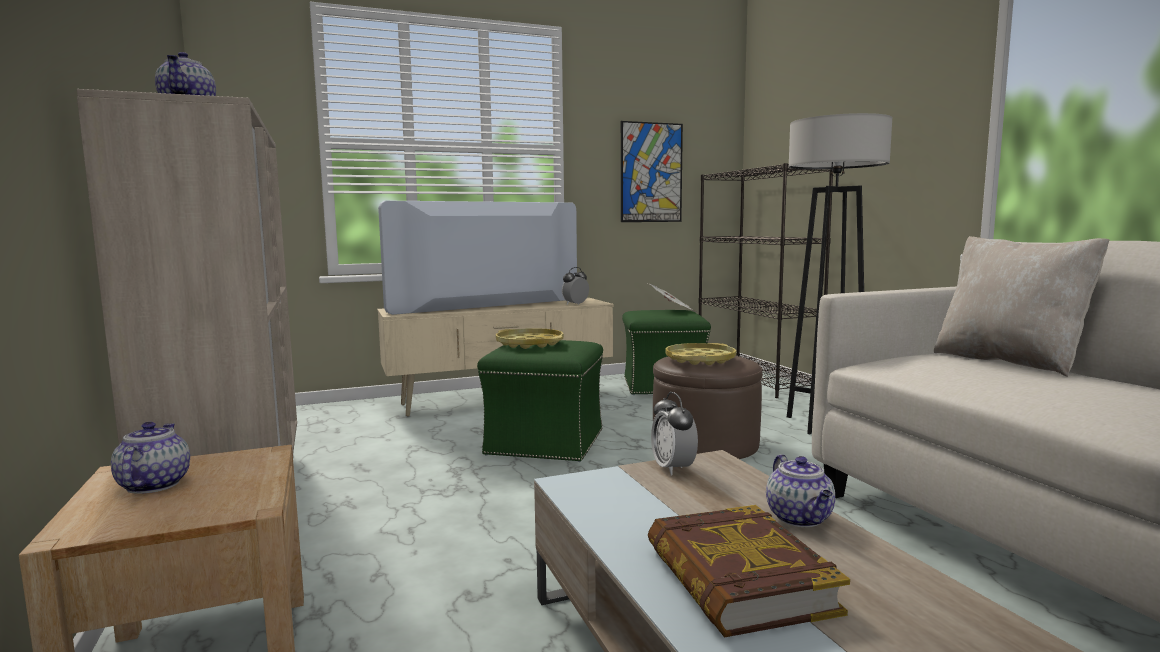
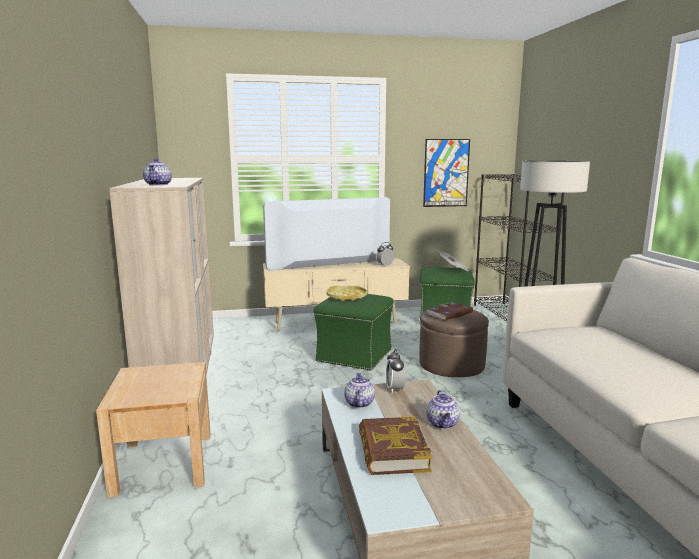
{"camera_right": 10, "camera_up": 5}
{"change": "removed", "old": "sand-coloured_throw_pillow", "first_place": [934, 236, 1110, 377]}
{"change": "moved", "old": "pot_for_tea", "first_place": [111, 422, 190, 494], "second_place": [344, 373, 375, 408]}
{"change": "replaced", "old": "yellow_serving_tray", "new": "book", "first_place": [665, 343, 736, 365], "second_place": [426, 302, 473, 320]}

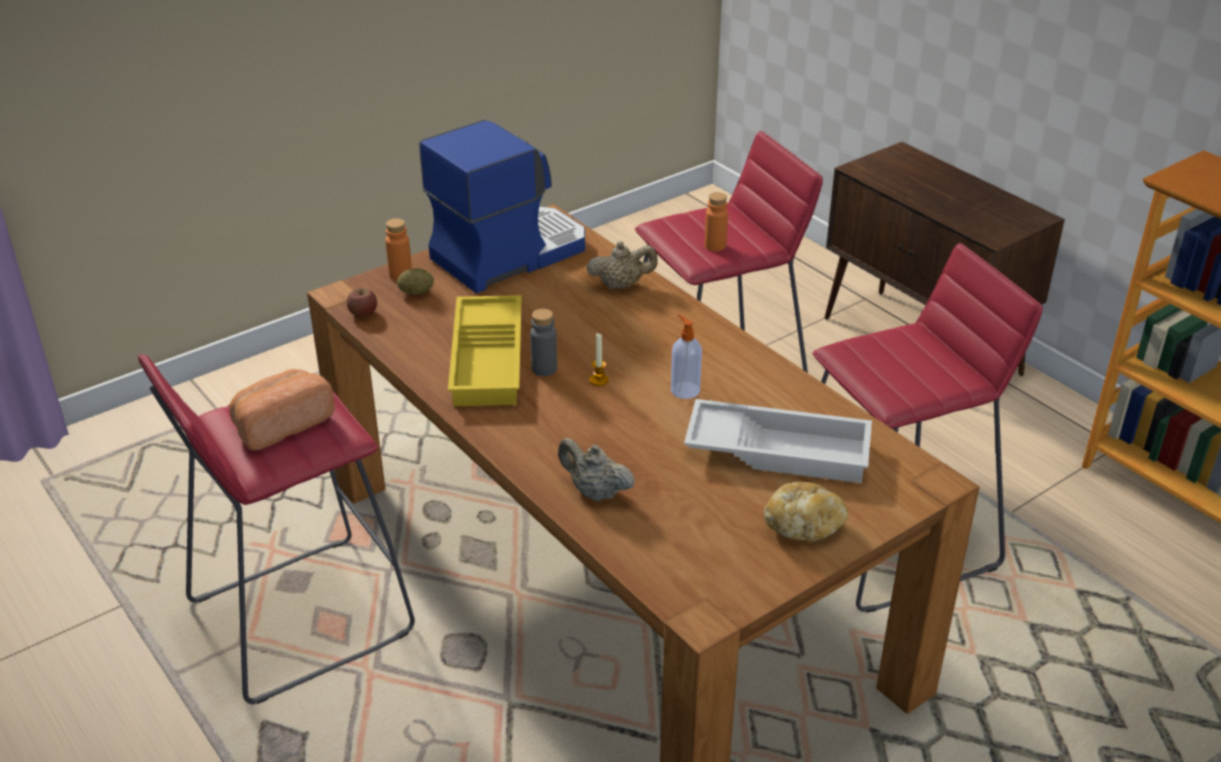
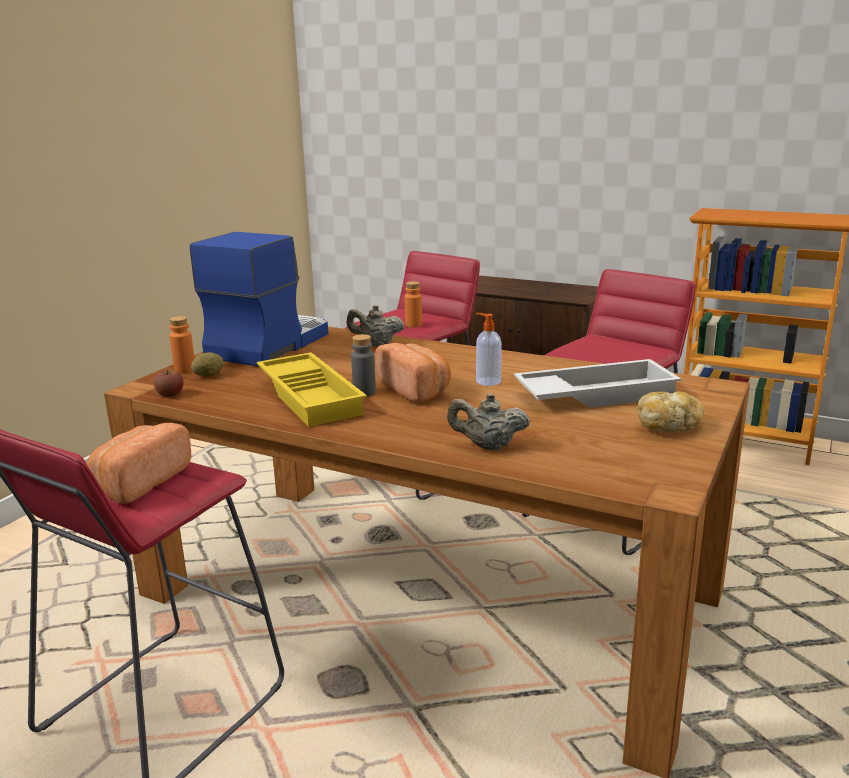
{"camera_right": -25, "camera_up": -15}
{"change": "replaced", "old": "wax_light", "new": "bread", "first_place": [589, 333, 609, 386], "second_place": [375, 343, 451, 403]}
{"change": "turned", "old": "sand-coloured_pot_for_tea", "first_place": [587, 241, 658, 289], "second_place": [347, 305, 404, 346], "degrees": -135}

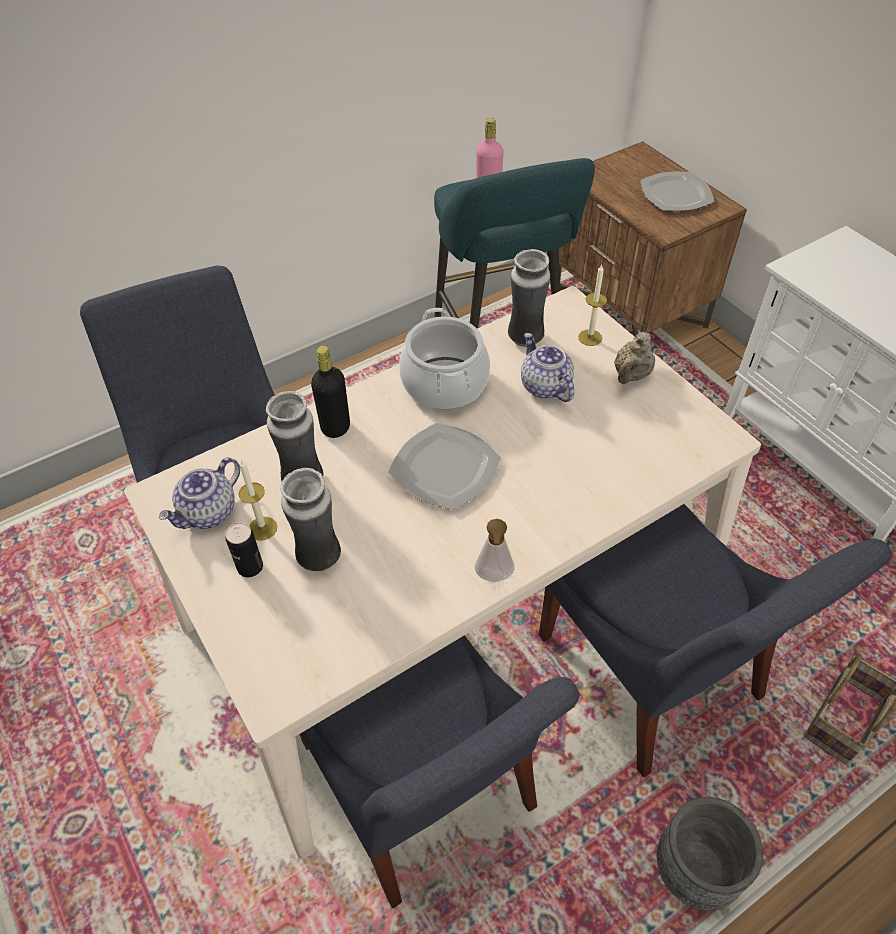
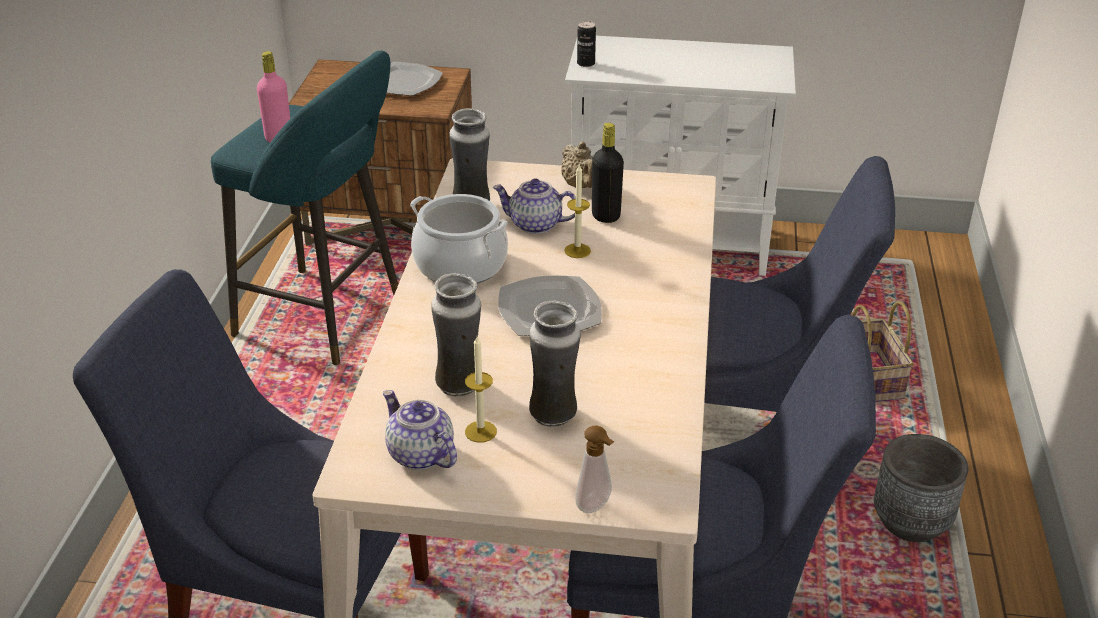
{"camera_right": -50, "camera_up": -15}
{"change": "moved", "old": "sealed_can", "first_place": [225, 522, 263, 577], "second_place": [577, 21, 596, 67]}
{"change": "moved", "old": "black_bottle", "first_place": [311, 346, 350, 438], "second_place": [592, 123, 624, 223]}
{"change": "moved", "old": "soap_bottle", "first_place": [475, 519, 515, 582], "second_place": [575, 426, 614, 513]}
{"change": "moved", "old": "wax_light", "first_place": [578, 265, 607, 346], "second_place": [564, 165, 591, 258]}
{"change": "turned", "old": "pot_for_tea", "first_place": [159, 457, 240, 529], "second_place": [383, 390, 457, 470], "degrees": 150}

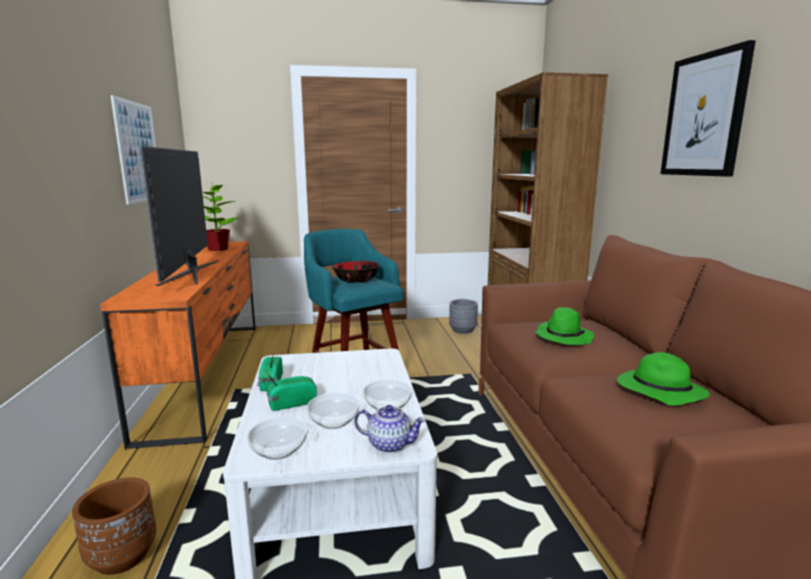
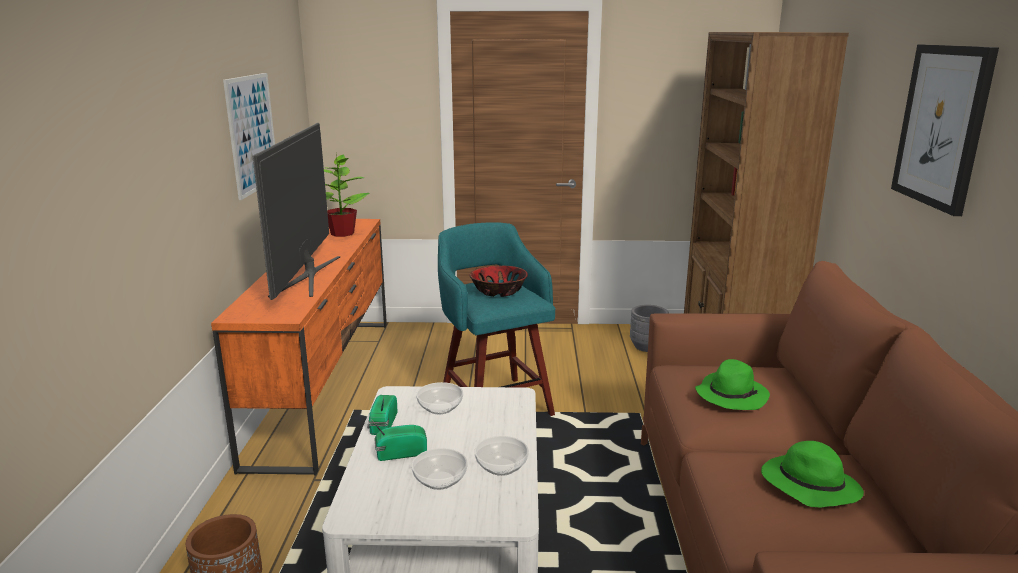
{"camera_right": 10, "camera_up": 5}
{"change": "removed", "old": "pot_for_tea", "first_place": [354, 405, 426, 453]}
{"change": "moved", "old": "serving_bowl", "first_place": [247, 417, 307, 460], "second_place": [416, 382, 463, 414]}

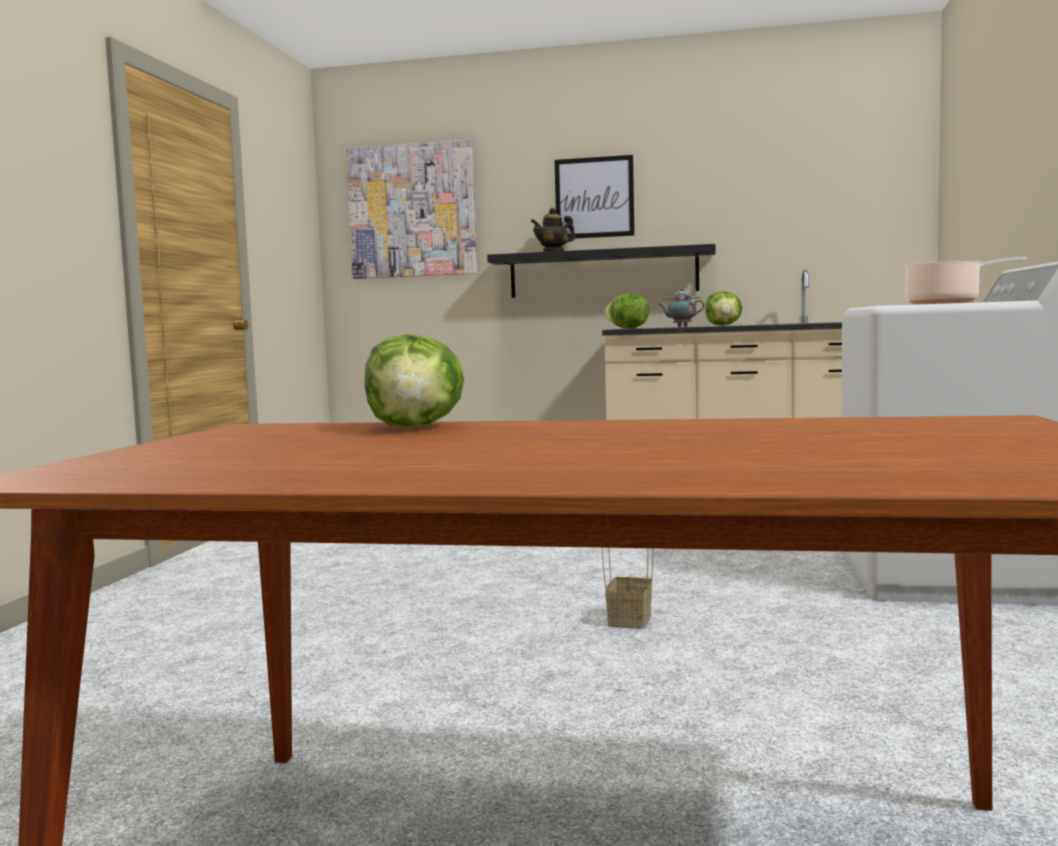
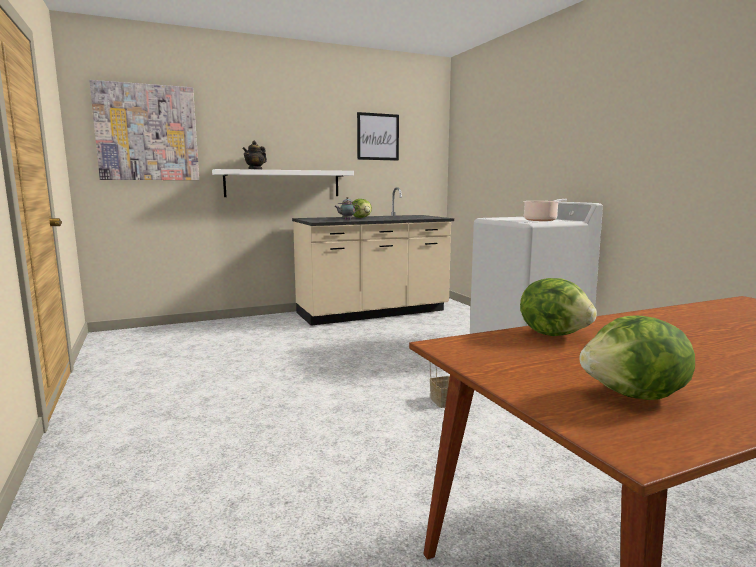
{"camera_right": -35, "camera_up": 5}
{"change": "moved", "old": "wall_picture", "first_place": [555, 155, 635, 239], "second_place": [357, 112, 399, 161]}
{"change": "moved", "old": "lettuce", "first_place": [605, 293, 649, 329], "second_place": [580, 315, 695, 400]}
{"change": "recoloured", "old": "black_bracket_shelf", "new": "white-coloured_bracket_shelf", "first_place": [487, 244, 716, 298], "second_place": [212, 169, 354, 197]}

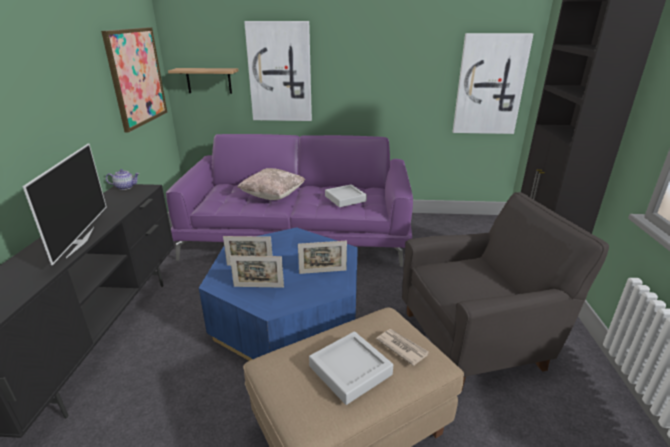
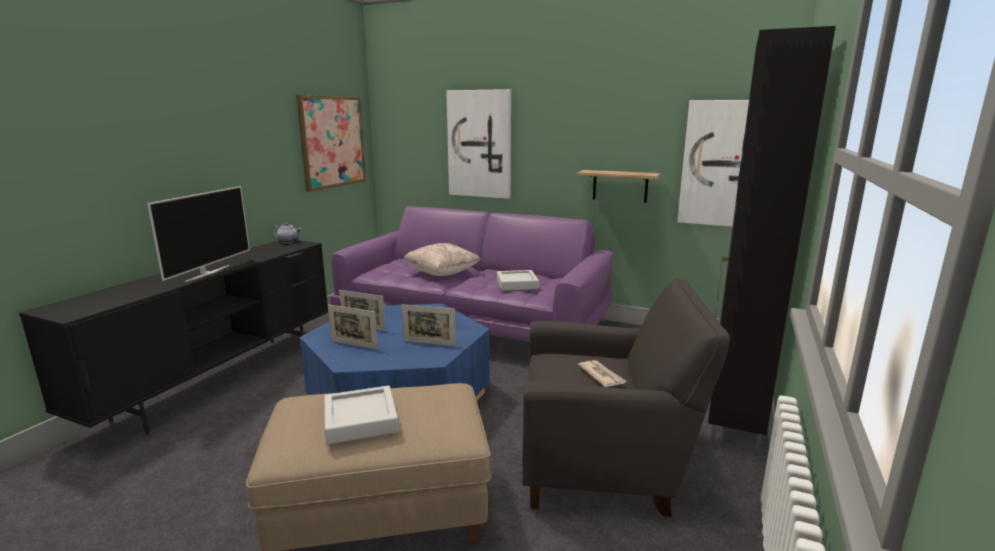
{"camera_right": 20, "camera_up": -10}
{"change": "moved", "old": "bracket_shelf", "first_place": [168, 68, 238, 94], "second_place": [577, 170, 661, 203]}
{"change": "moved", "old": "printed_paper", "first_place": [376, 329, 428, 366], "second_place": [578, 360, 627, 387]}

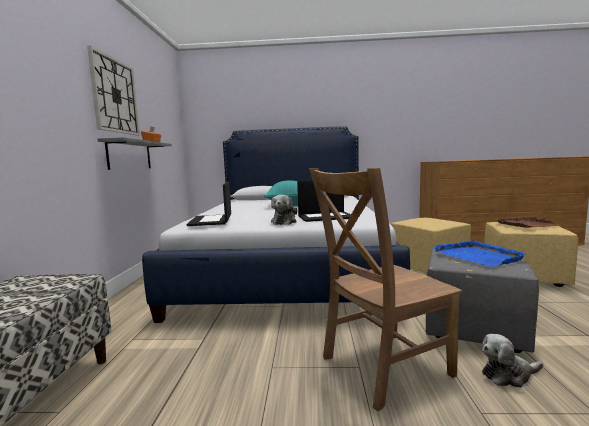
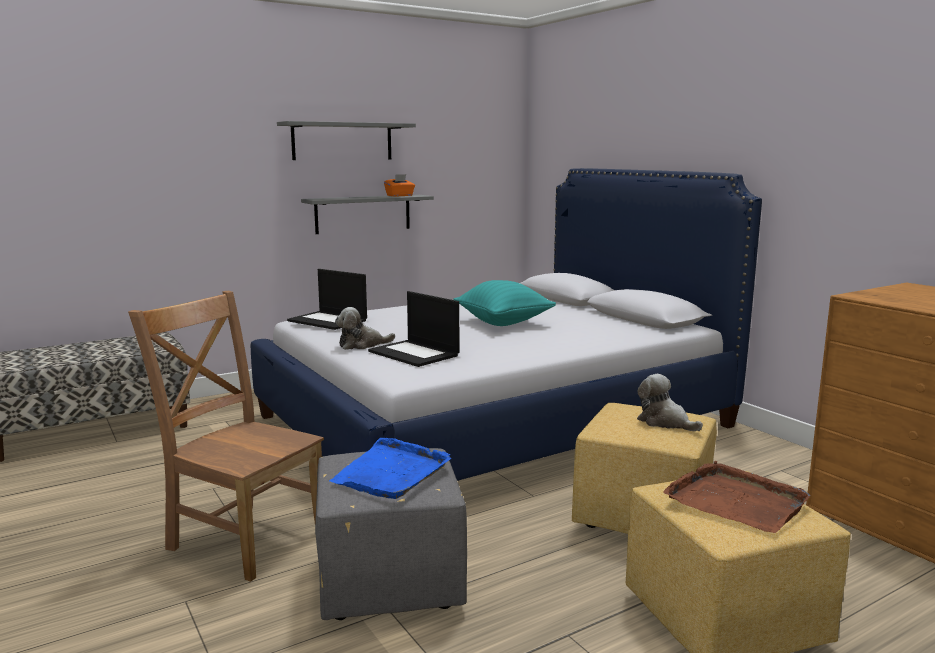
{"camera_right": 55, "camera_up": 5}
{"change": "moved", "old": "soft_toy", "first_place": [482, 334, 543, 388], "second_place": [637, 374, 703, 431]}
{"change": "replaced", "old": "clock_on_the_wall", "new": "grey_bracket_shelf", "first_place": [87, 46, 140, 135], "second_place": [277, 121, 416, 160]}
{"change": "turned", "old": "portable_computer", "first_place": [187, 182, 231, 226], "second_place": [287, 269, 367, 330], "degrees": -105}

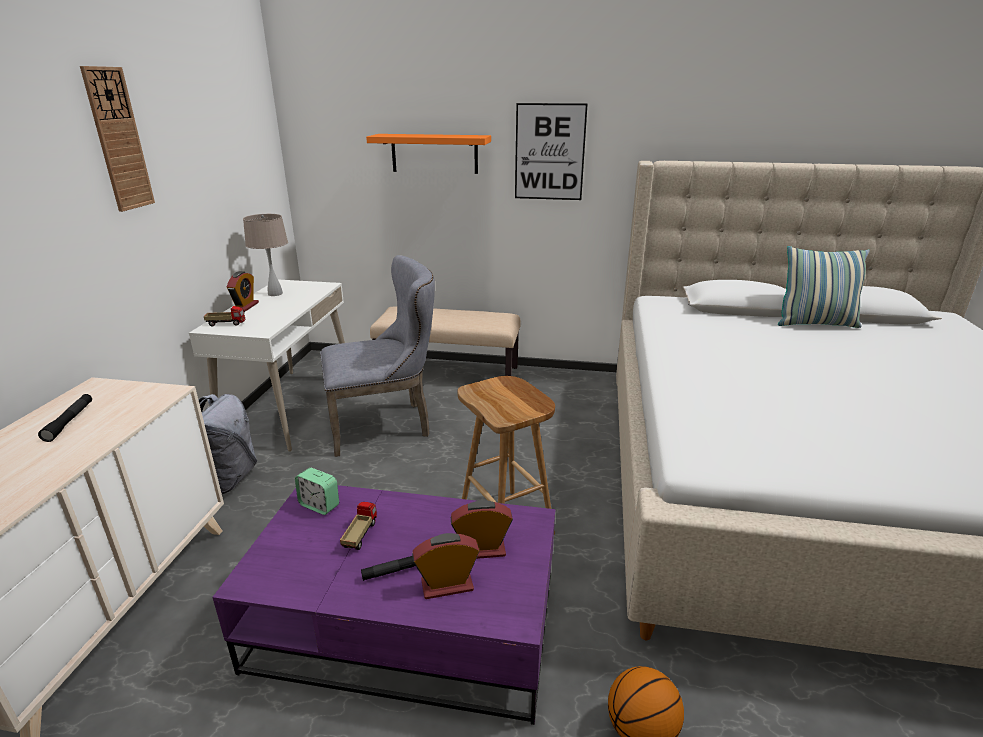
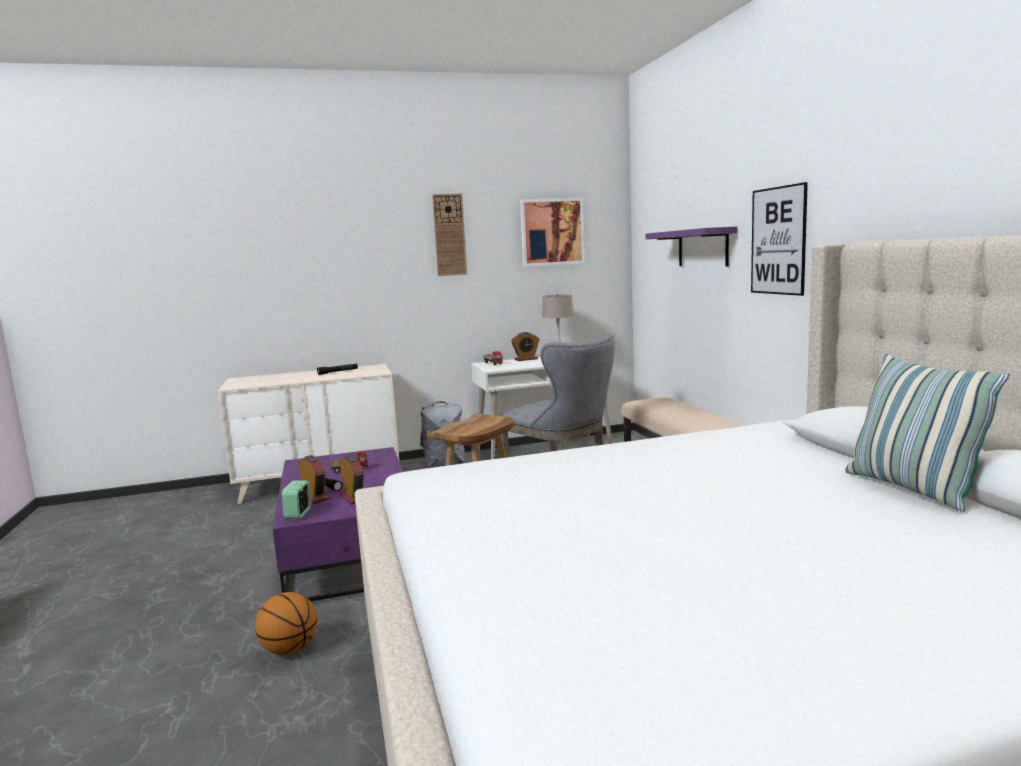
{"camera_right": 65, "camera_up": -15}
{"change": "added", "new": "wall_picture", "second_place": [520, 198, 585, 267]}
{"change": "moved", "old": "bedside_clock", "first_place": [295, 468, 339, 515], "second_place": [282, 480, 311, 519]}
{"change": "recoloured", "old": "orange-coloured_bracket_shelf", "new": "purple-coloured_bracket_shelf", "first_place": [366, 134, 491, 174], "second_place": [645, 227, 737, 267]}

